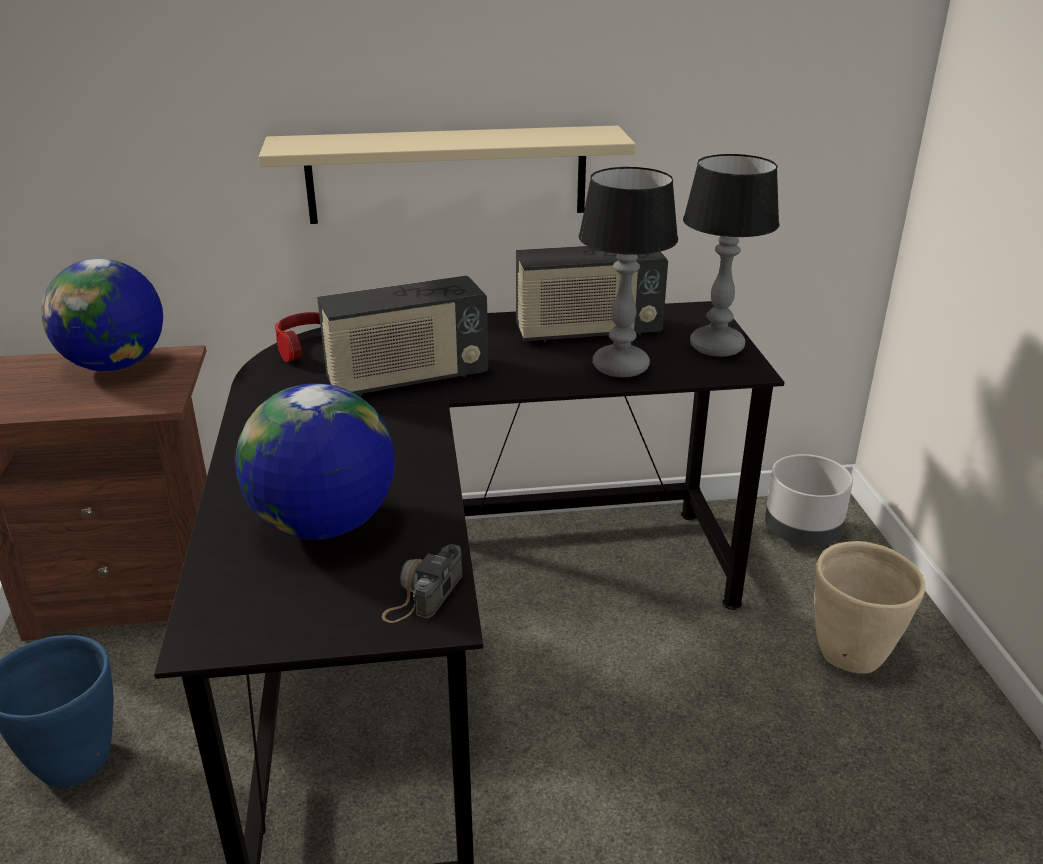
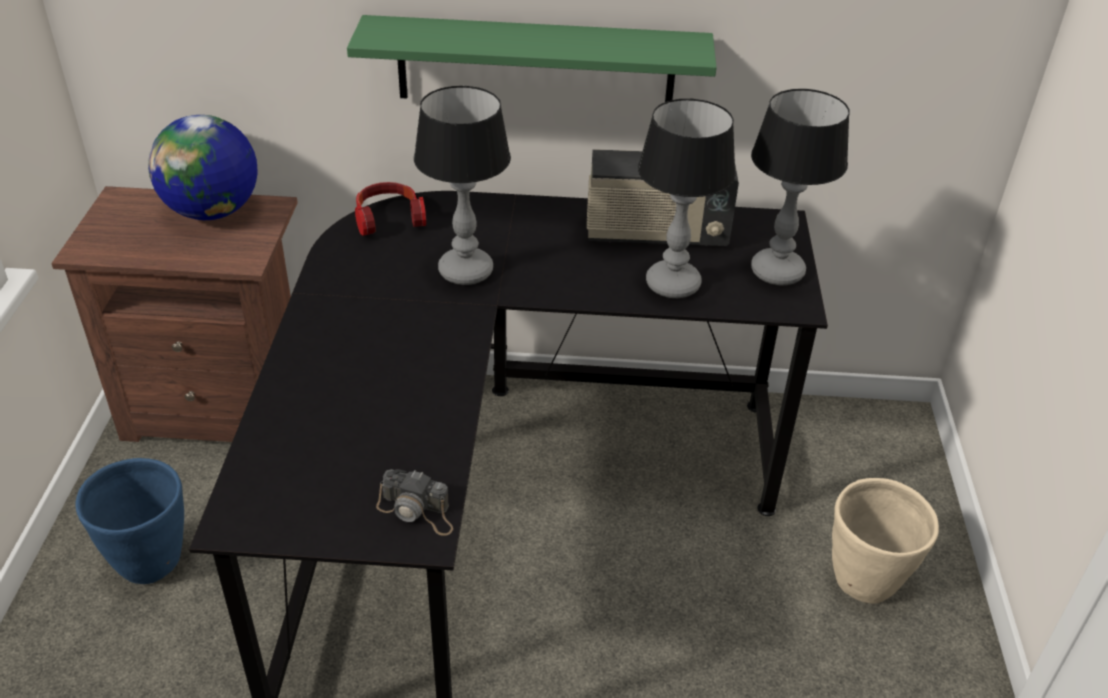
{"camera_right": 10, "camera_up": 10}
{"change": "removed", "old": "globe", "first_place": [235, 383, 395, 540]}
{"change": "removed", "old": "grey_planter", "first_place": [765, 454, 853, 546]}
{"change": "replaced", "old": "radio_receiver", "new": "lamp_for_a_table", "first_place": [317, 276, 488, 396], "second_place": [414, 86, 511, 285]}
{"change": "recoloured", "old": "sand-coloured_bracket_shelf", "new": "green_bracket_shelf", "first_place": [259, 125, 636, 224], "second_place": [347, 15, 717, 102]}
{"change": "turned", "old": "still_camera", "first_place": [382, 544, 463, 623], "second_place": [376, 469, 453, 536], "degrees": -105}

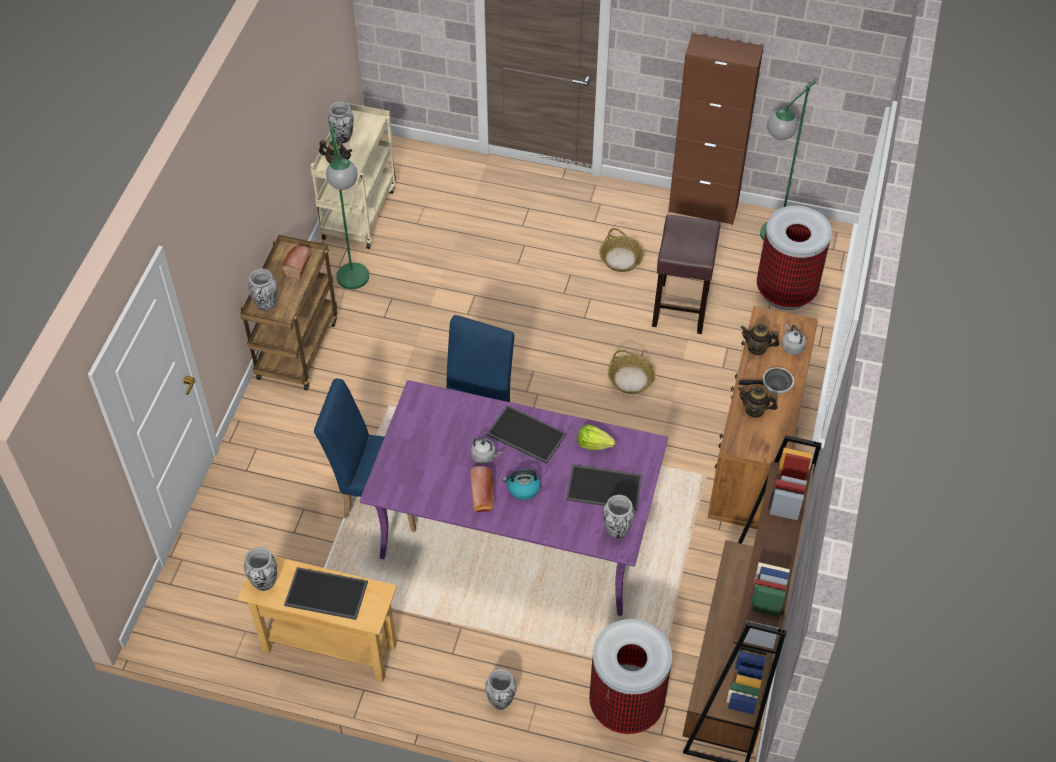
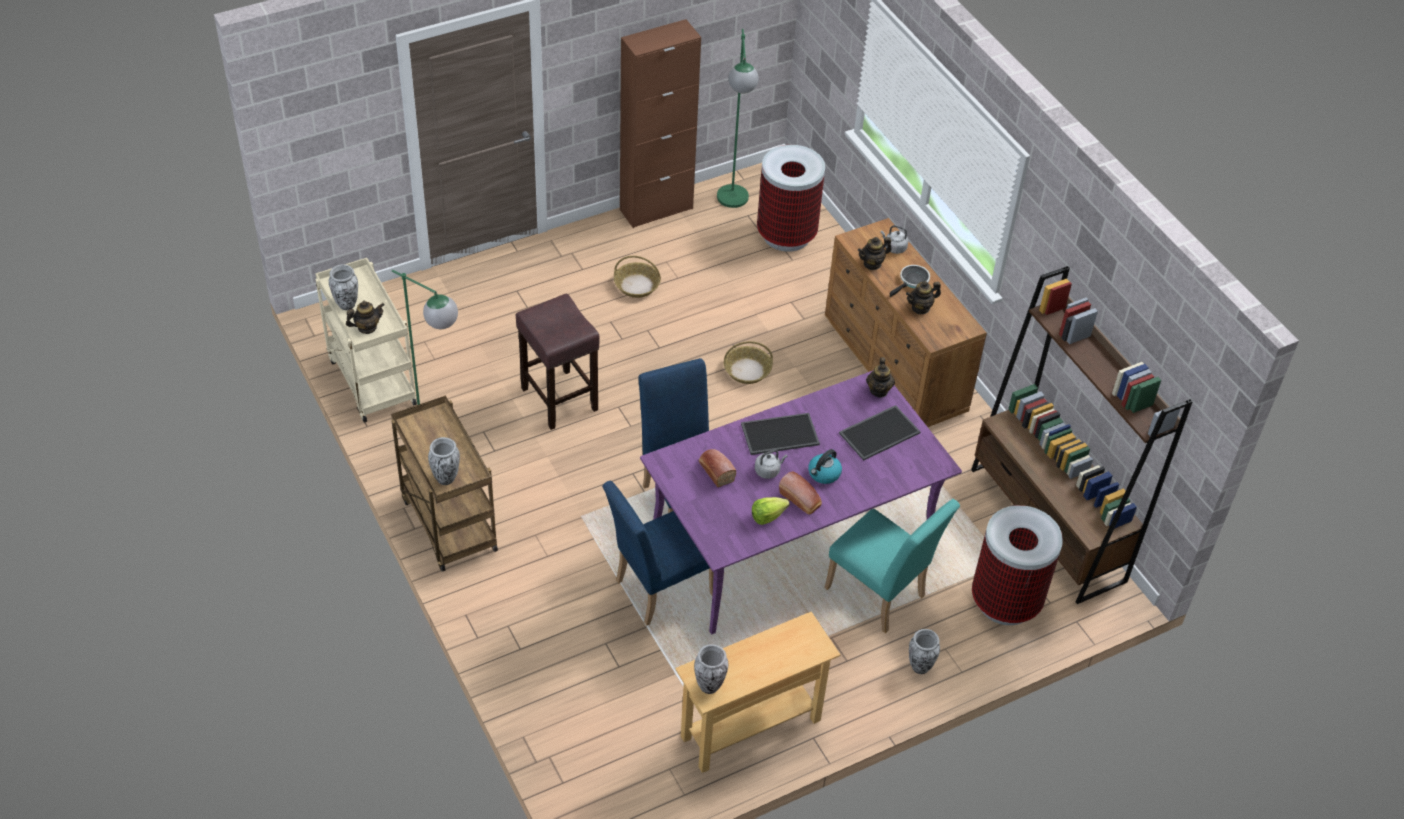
{"camera_right": -45, "camera_up": -5}
{"change": "removed", "old": "serving_tray", "first_place": [284, 567, 368, 620]}
{"change": "removed", "old": "decorative_vase", "first_place": [603, 495, 634, 539]}
{"change": "added", "new": "blue-green_plain_chair", "second_place": [825, 499, 960, 633]}
{"change": "added", "new": "pot_for_tea", "second_place": [866, 357, 895, 397]}
{"change": "moved", "old": "bread", "first_place": [282, 245, 311, 279], "second_place": [699, 449, 736, 487]}
{"change": "moved", "old": "lettuce", "first_place": [577, 424, 616, 450], "second_place": [752, 497, 790, 525]}
{"change": "moved", "old": "brown-coloured_sitting_stool", "first_place": [652, 214, 721, 334], "second_place": [516, 294, 600, 430]}

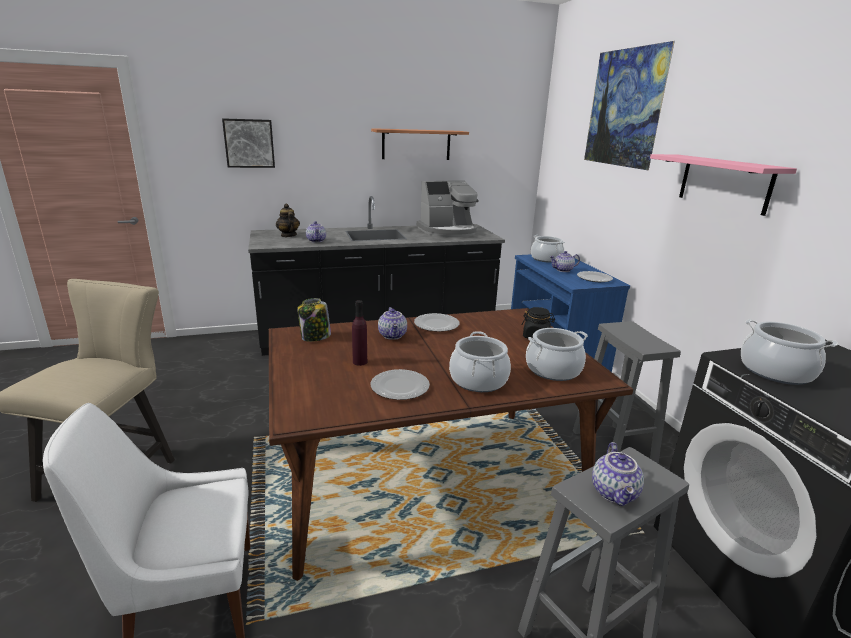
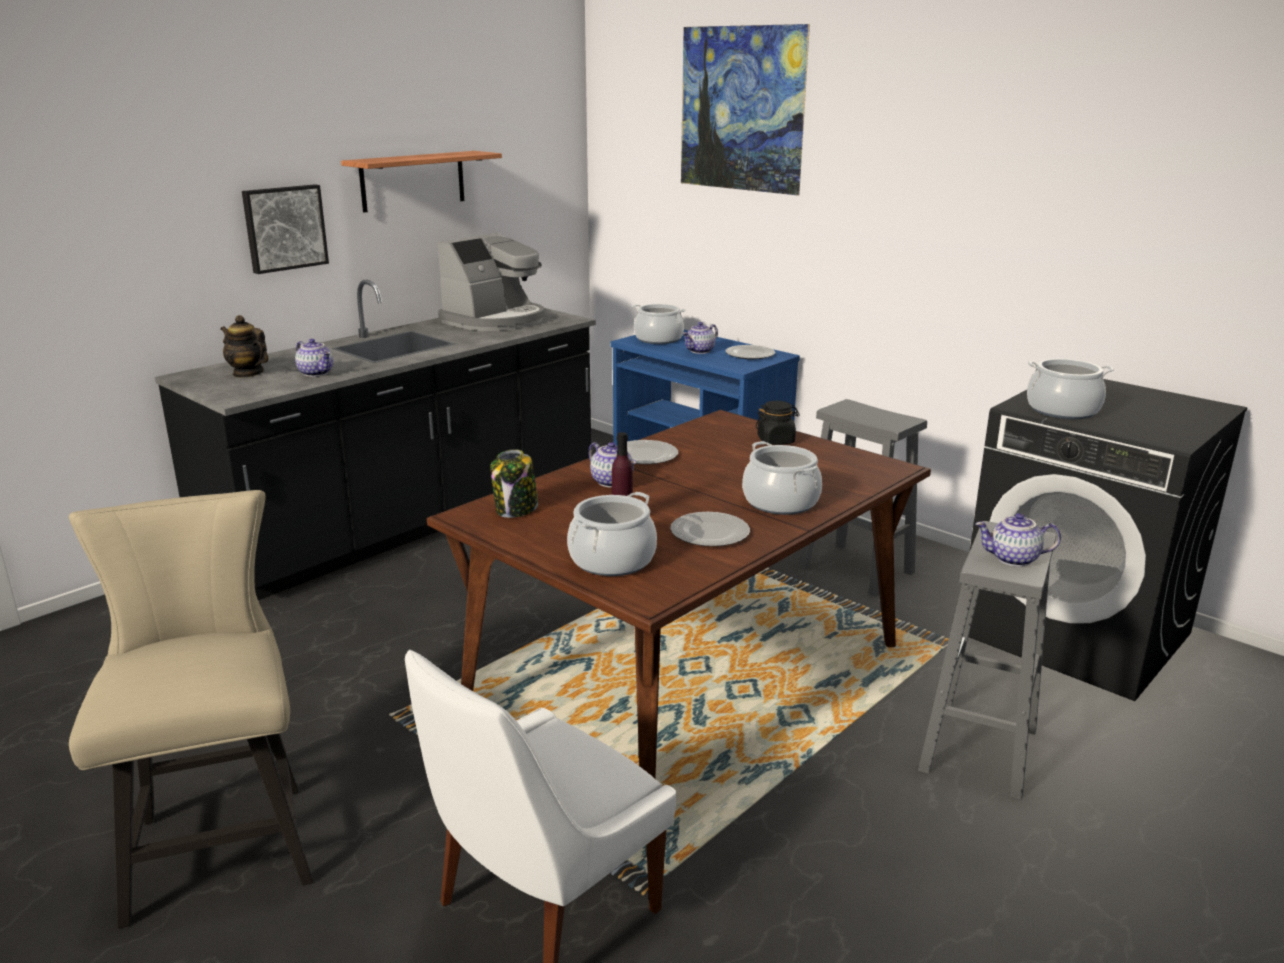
{"camera_right": -30, "camera_up": 0}
{"change": "removed", "old": "pink-coloured_bracket_shelf", "first_place": [650, 154, 797, 216]}
{"change": "moved", "old": "wall_picture", "first_place": [222, 118, 275, 168], "second_place": [242, 184, 329, 274]}
{"change": "moved", "old": "cooking_pot", "first_place": [526, 328, 588, 381], "second_place": [567, 492, 657, 576]}
{"change": "turned", "old": "pot_for_tea", "first_place": [592, 442, 644, 506], "second_place": [975, 513, 1061, 567], "degrees": 120}

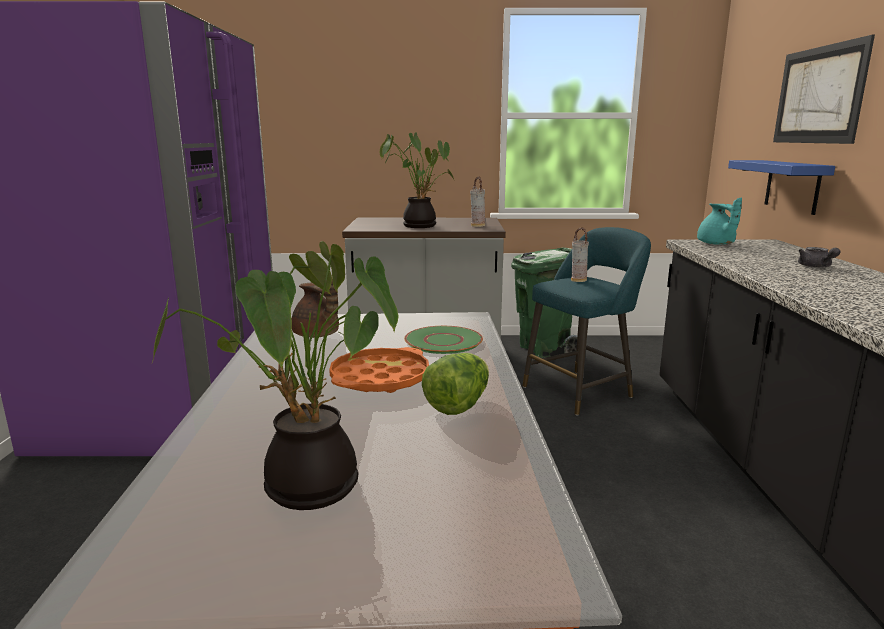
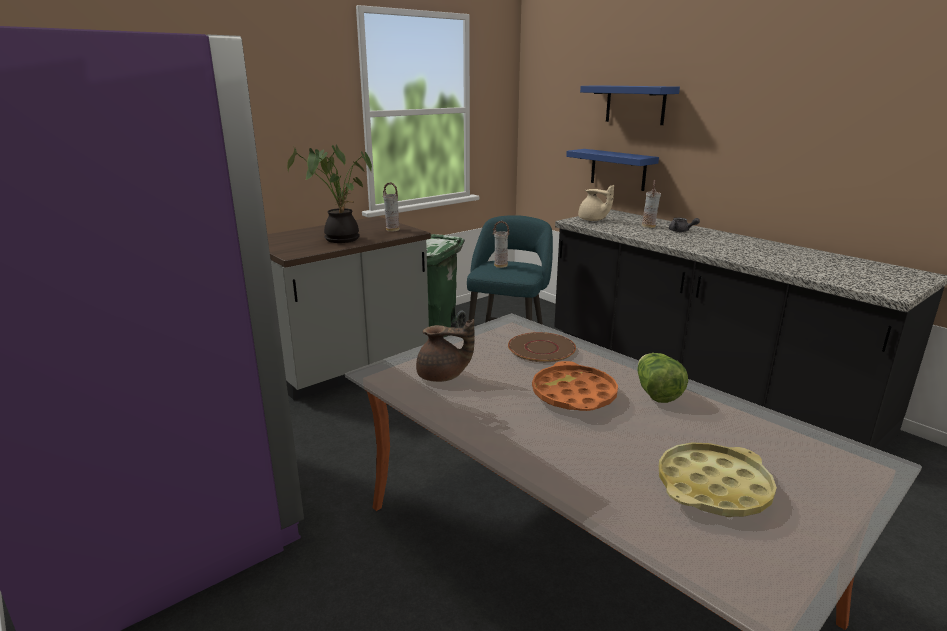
{"camera_right": -40, "camera_up": 5}
{"change": "added", "new": "decorative_vase", "second_place": [642, 180, 661, 228]}
{"change": "replaced", "old": "potted_plant", "new": "yellow_serving_tray", "first_place": [152, 241, 399, 510], "second_place": [659, 442, 777, 517]}
{"change": "replaced", "old": "wall_picture", "new": "bluish_bracket_shelf", "first_place": [773, 35, 875, 144], "second_place": [580, 85, 680, 125]}
{"change": "recoloured", "old": "green_dinner_plate", "new": "brown-coloured_dinner_plate", "first_place": [404, 326, 483, 354], "second_place": [508, 332, 576, 362]}
{"change": "recoloured", "old": "blue-green_pot_for_tea", "new": "sand-coloured_pot_for_tea", "first_place": [697, 198, 742, 245], "second_place": [578, 185, 614, 221]}

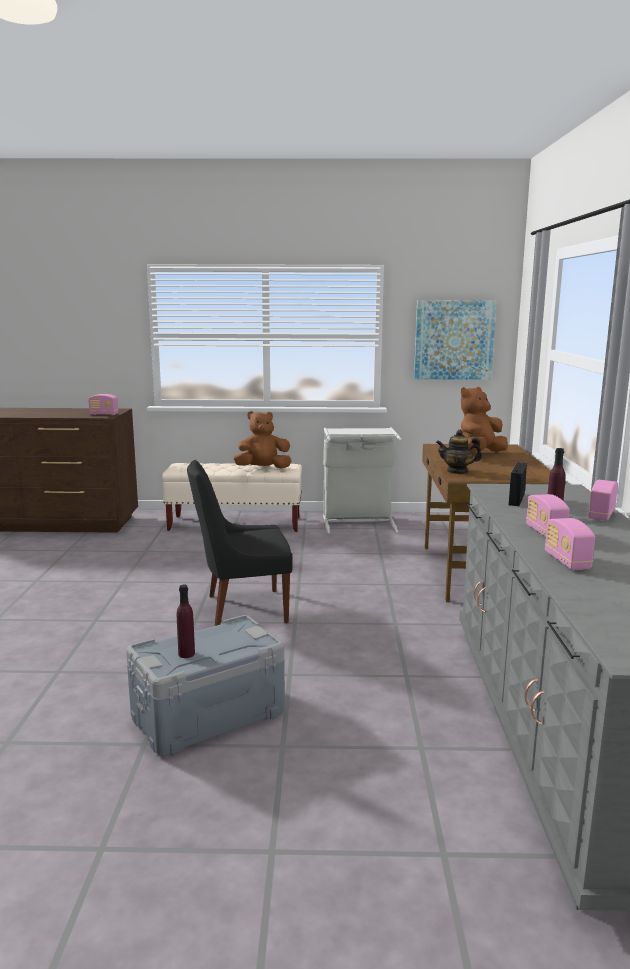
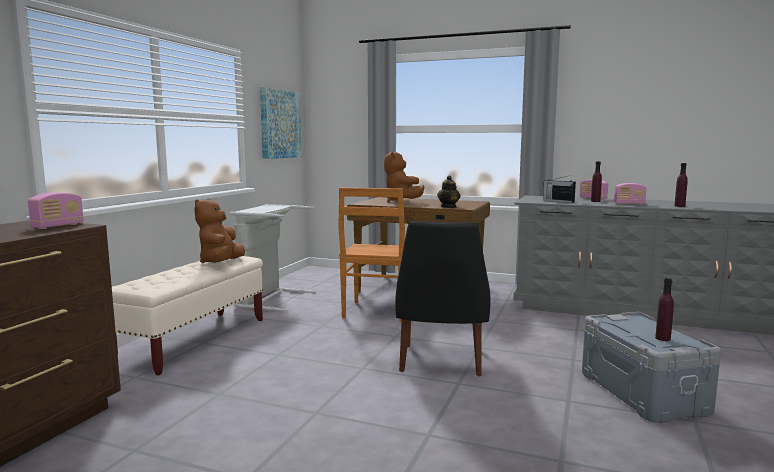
{"camera_right": -70, "camera_up": -5}
{"change": "added", "new": "brown-coloured_plain_chair", "second_place": [338, 188, 405, 322]}
{"change": "replaced", "old": "radio_receiver", "new": "purple-coloured_bottle", "first_place": [545, 518, 595, 570], "second_place": [675, 163, 688, 207]}

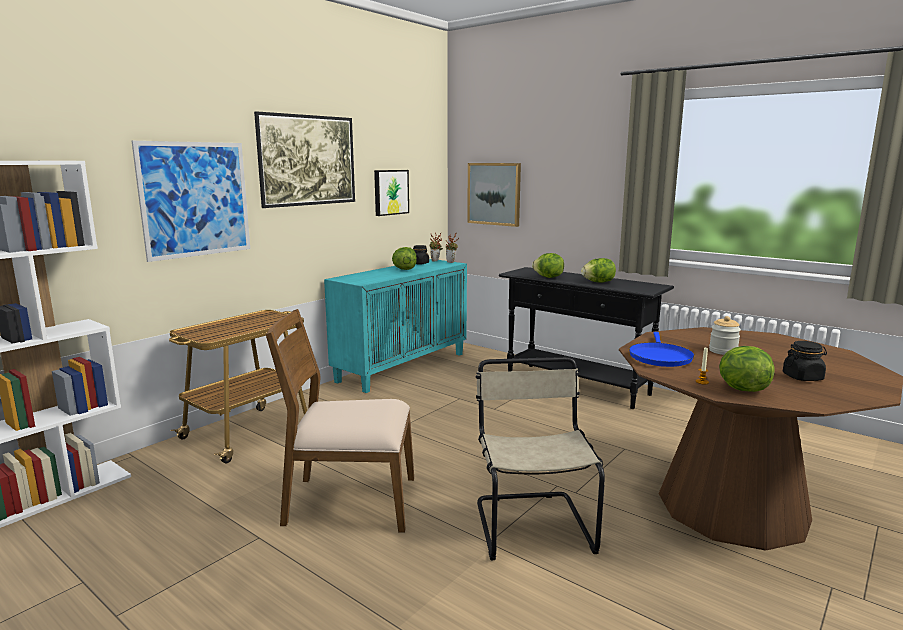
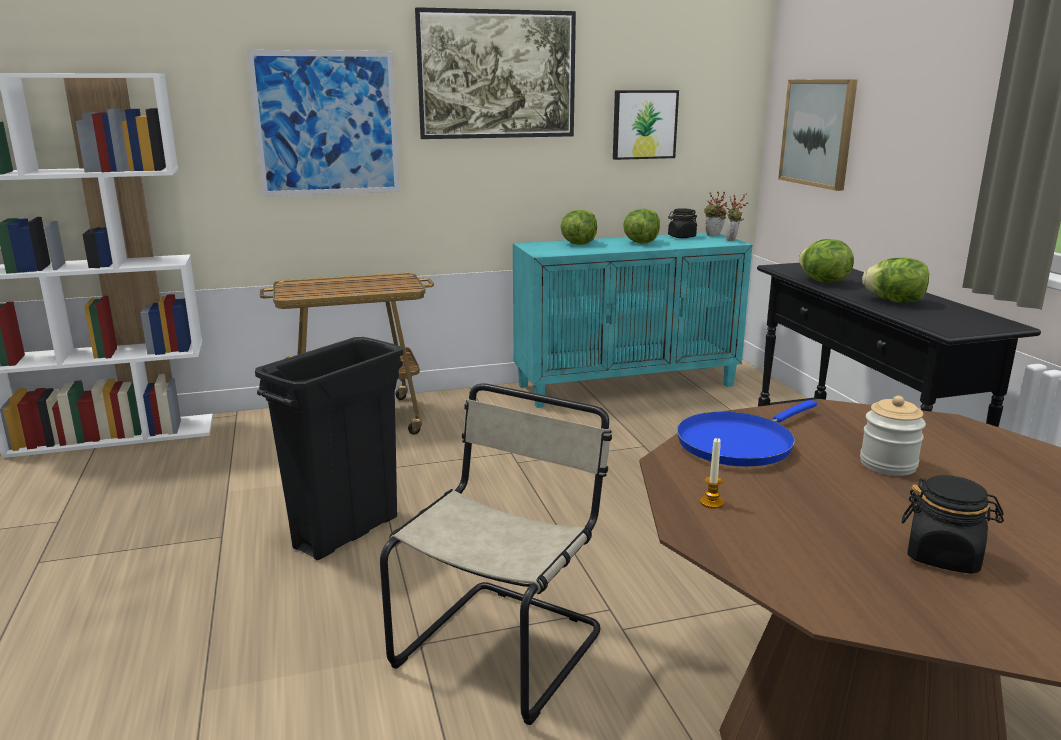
{"camera_right": 35, "camera_up": 5}
{"change": "moved", "old": "lettuce", "first_place": [719, 346, 775, 392], "second_place": [561, 210, 597, 245]}
{"change": "replaced", "old": "brown-coloured_plain_chair", "new": "black_rubbish_bin", "first_place": [266, 309, 414, 533], "second_place": [255, 337, 403, 560]}

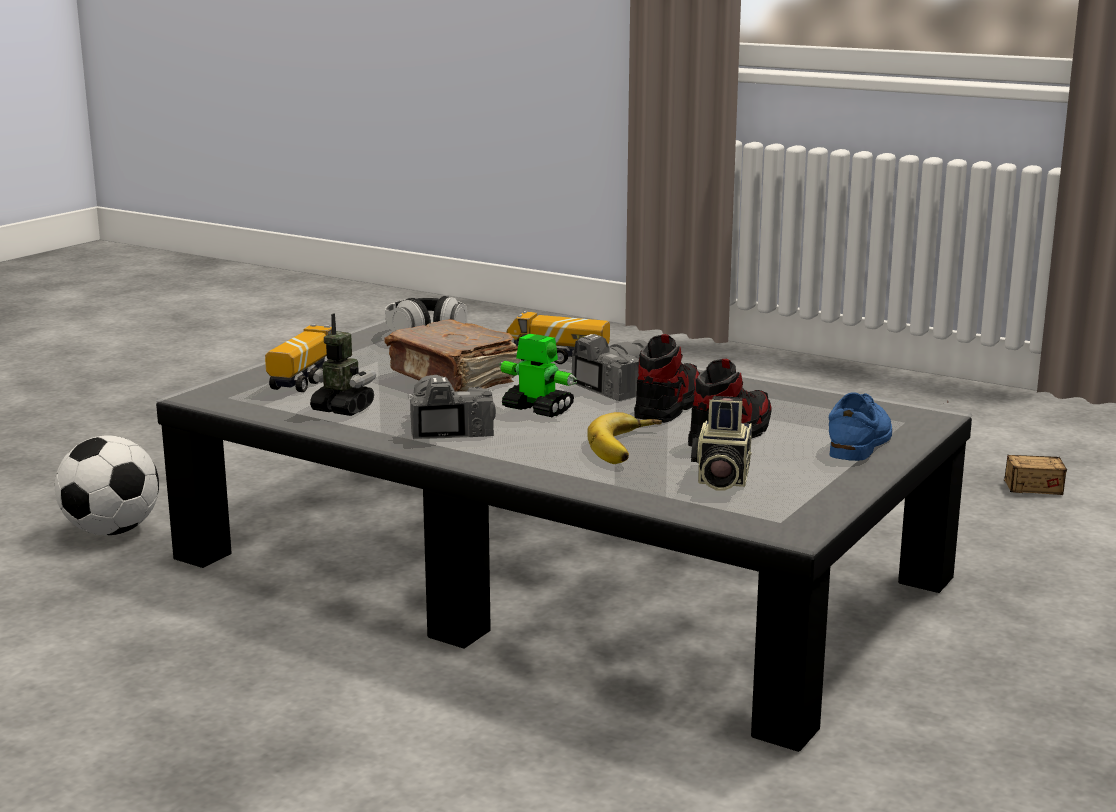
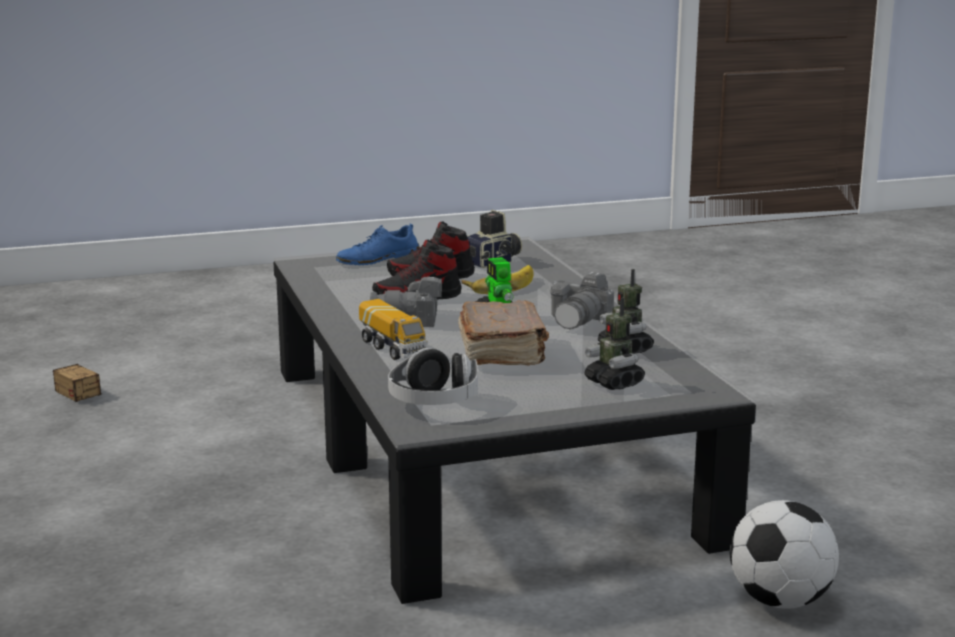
{"camera_right": -140, "camera_up": 0}
{"change": "replaced", "old": "model_truck", "new": "toy_robot", "first_place": [265, 324, 332, 392], "second_place": [584, 297, 645, 390]}

